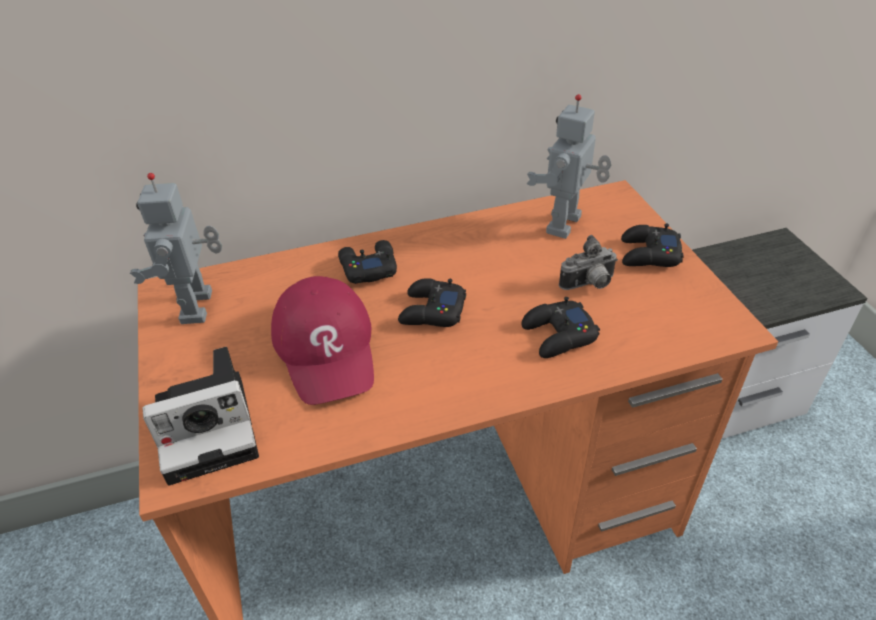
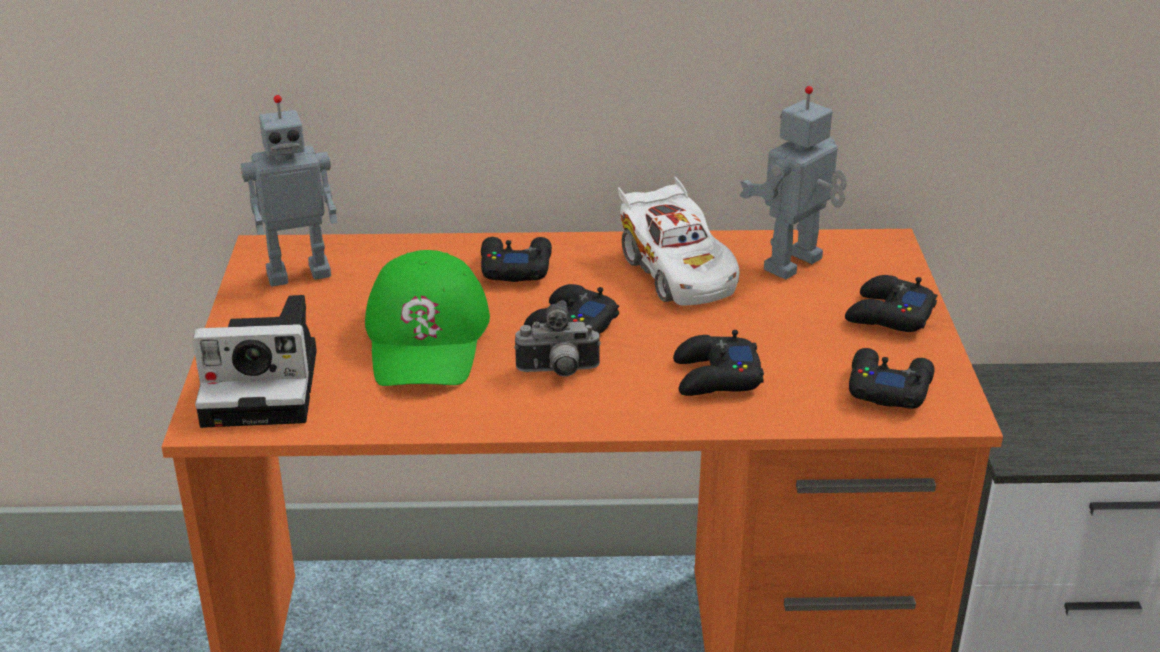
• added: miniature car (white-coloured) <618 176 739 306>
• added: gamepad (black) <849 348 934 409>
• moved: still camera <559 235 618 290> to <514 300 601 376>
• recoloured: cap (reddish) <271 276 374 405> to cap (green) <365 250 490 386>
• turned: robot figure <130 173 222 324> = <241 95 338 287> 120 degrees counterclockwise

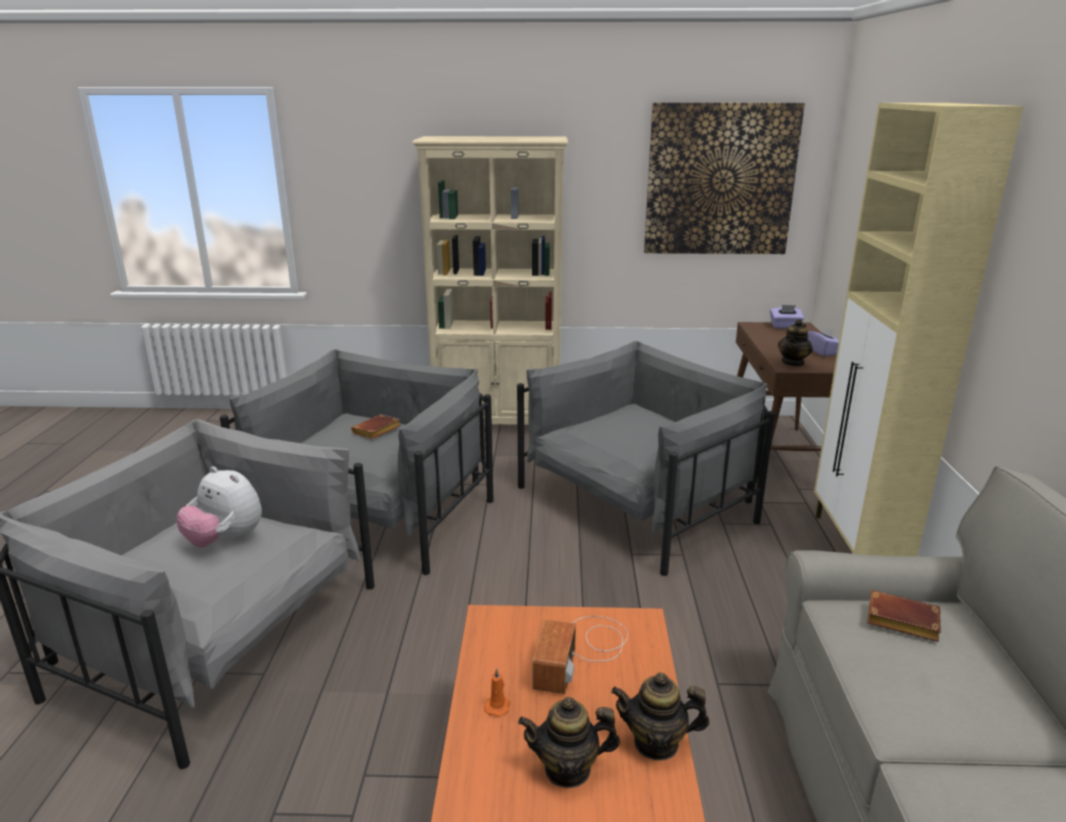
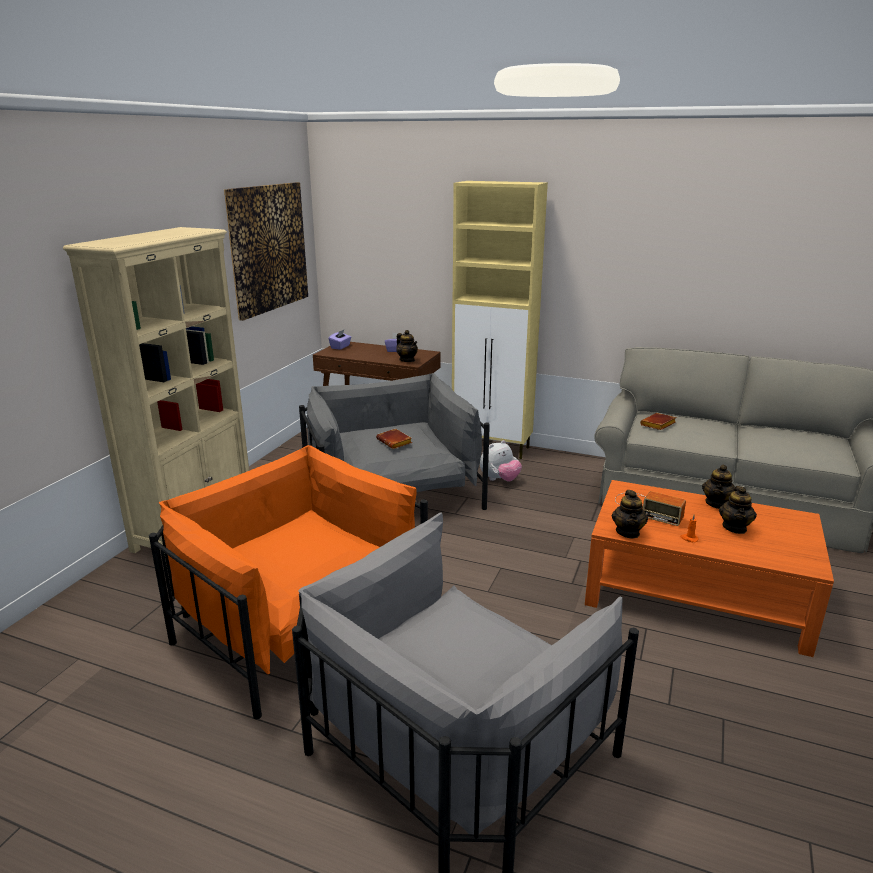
• added: tea pot <612 490 648 538>
• moved: cuddly toy <176 466 262 547> to <480 440 522 482>
• moved: volume (brown) <351 414 401 439> to <376 428 412 449>
• recoloured: lounge chair (grey) <220 349 494 575> to lounge chair (orange) <149 445 428 719>

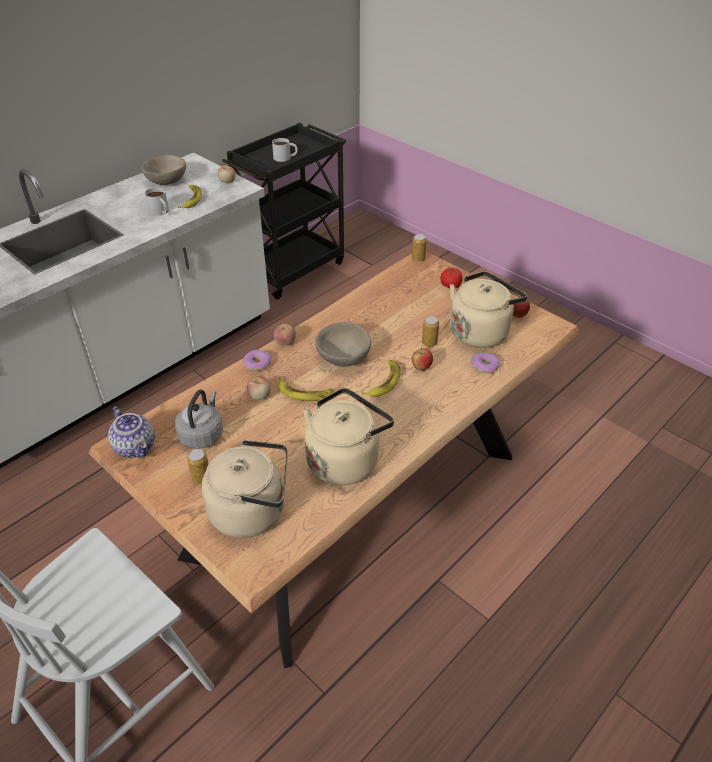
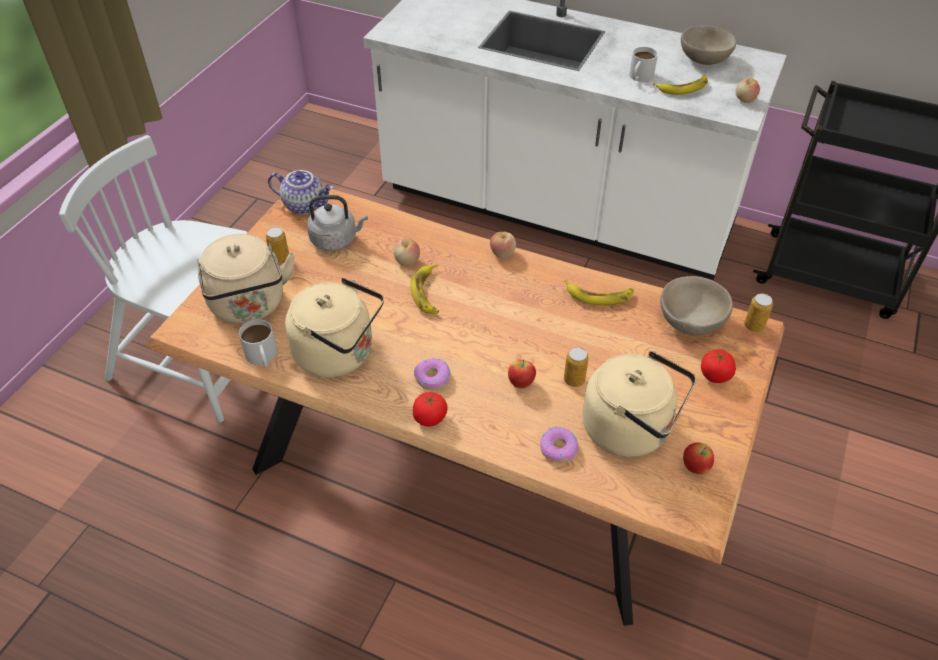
• added: fresh tomato <413 392 448 427>
• moved: donut <243 350 272 371> to <414 358 451 390>
• moved: mug (white-coloured) <272 138 297 162> to <239 319 277 368>
• moved: deep dish (sand-coloured) <315 322 371 367> to <660 276 733 335>
• moved: banana fruit <362 360 401 397> to <565 280 634 305>
• turned: tea pot <108 406 155 458> = <268 170 334 214> 105 degrees counterclockwise

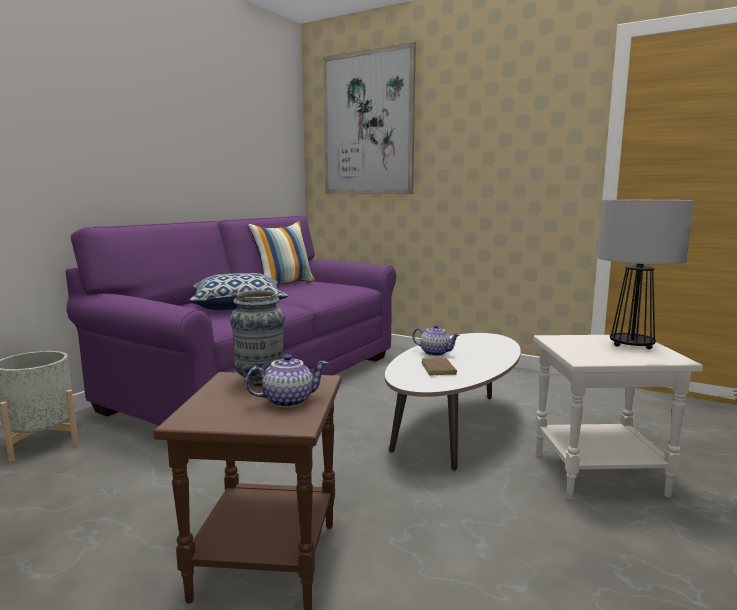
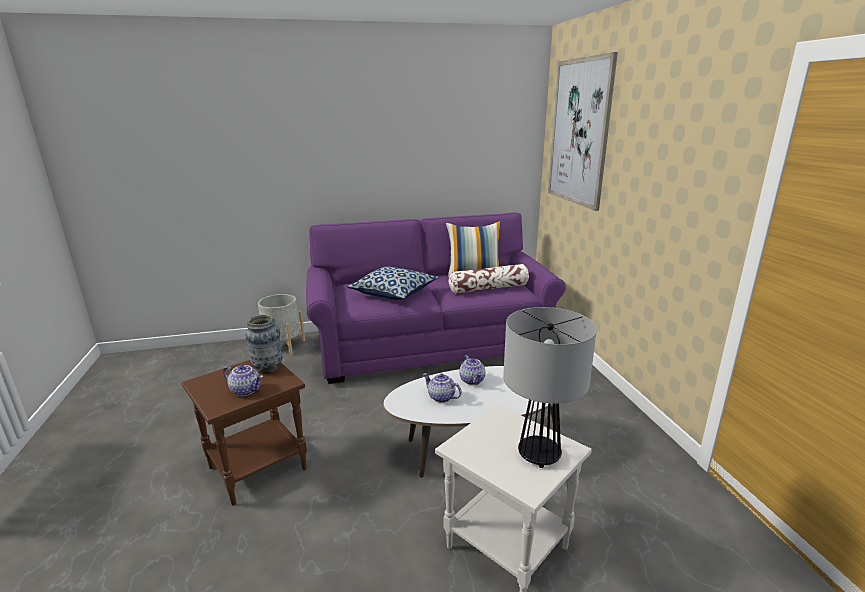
• added: cushion <449 264 529 294>
• replaced: volume (brown) <422 357 457 375> to tea pot <423 373 462 403>

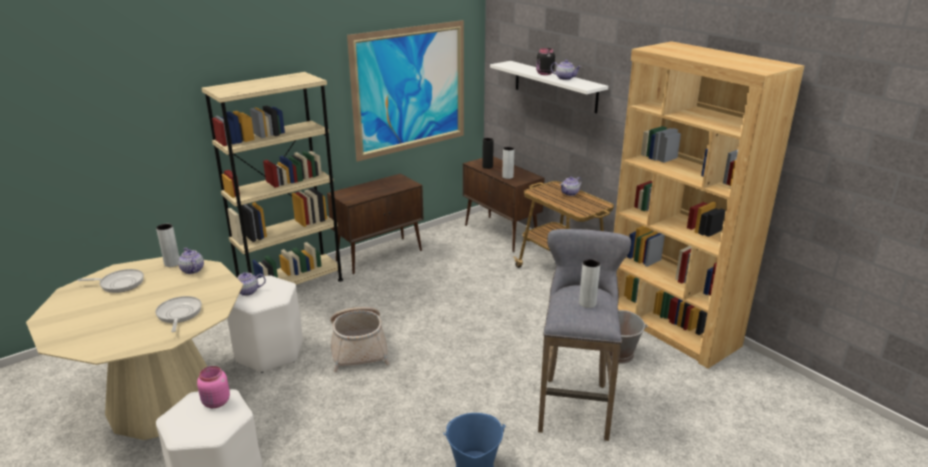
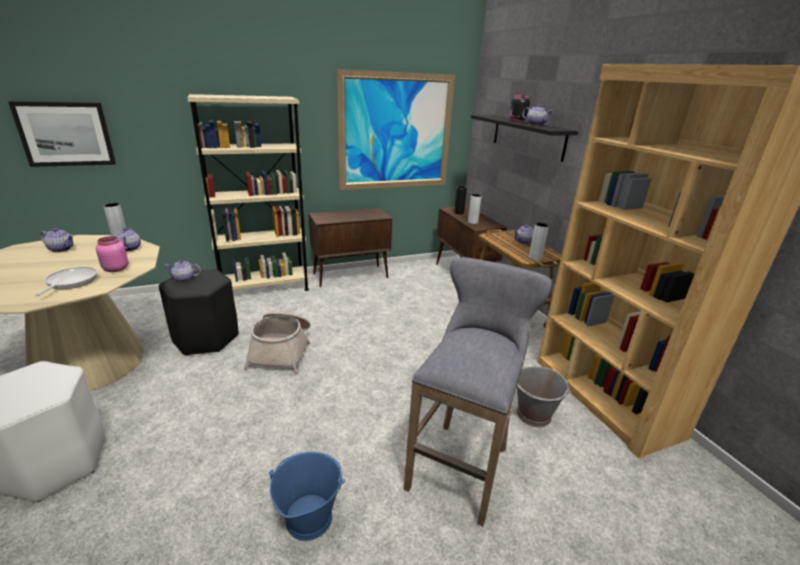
• added: picture <8 101 116 167>
• moved: storage jar (pink-coloured) <197 366 230 408> to <96 236 128 272>
• moved: decorative vase (grey) <579 259 600 308> to <529 223 549 261>
• replaced: frying pan <78 269 144 293> to tea pot <40 228 74 252>
• recoloured: stool seat (white-coloured) <227 275 303 373> to stool seat (black) <159 269 238 356>
• recoloured: shelf (white-coloured) <490 61 608 114> to shelf (black) <471 115 578 162>

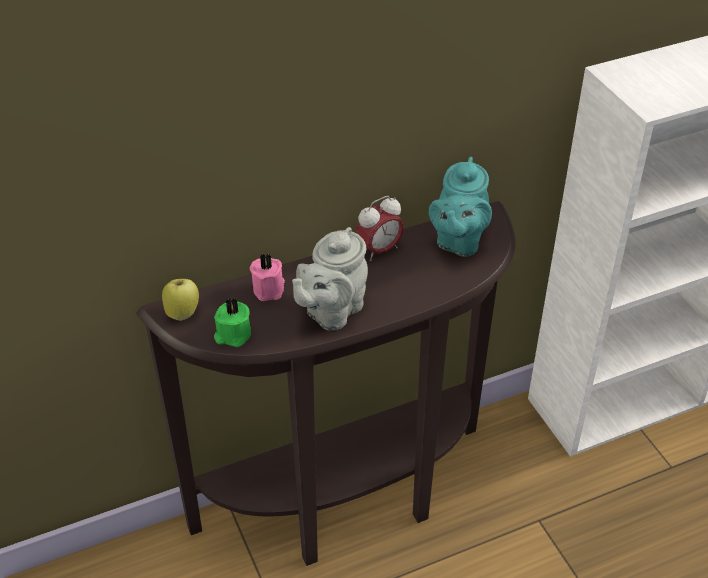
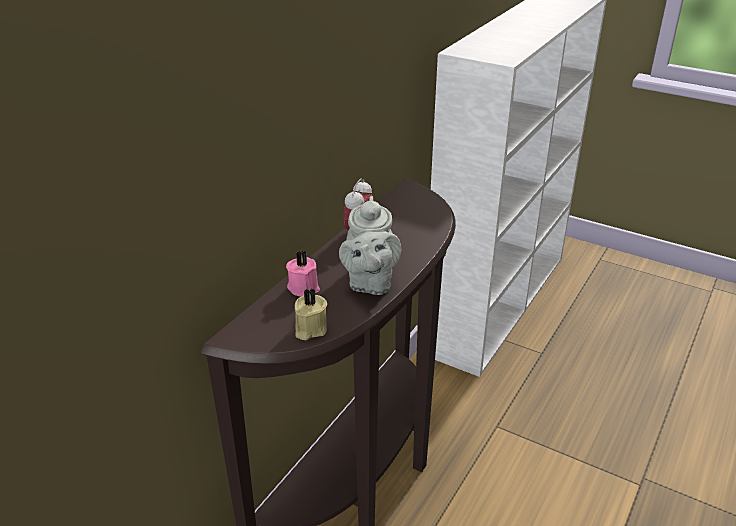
• removed: apple <162 279 199 321>
• removed: tea pot (blue-green) <429 157 492 257>
• recoloured: wax light (green) <214 298 251 347> to wax light (sand-coloured) <295 288 327 340>

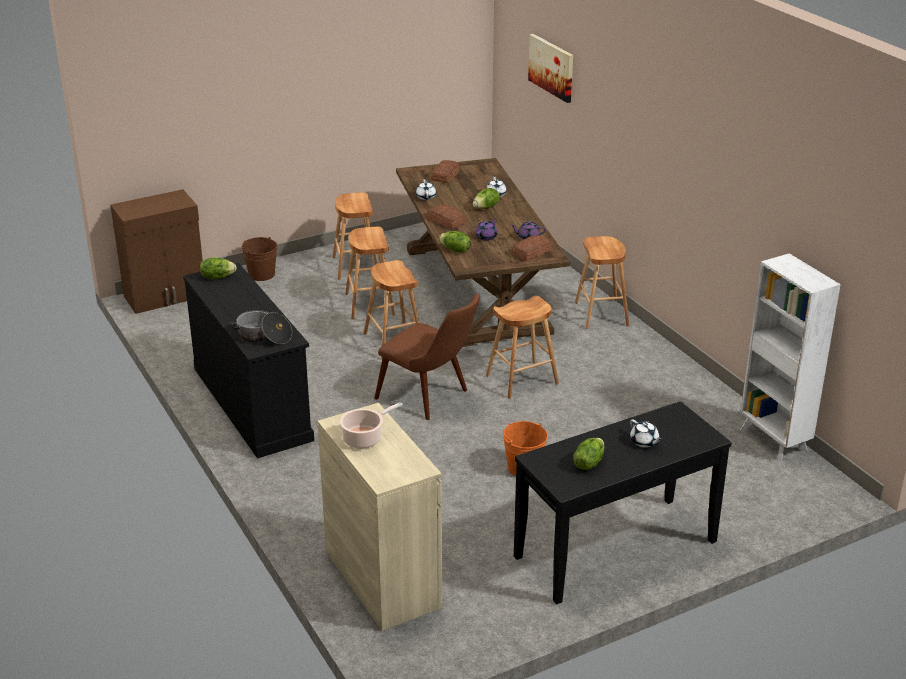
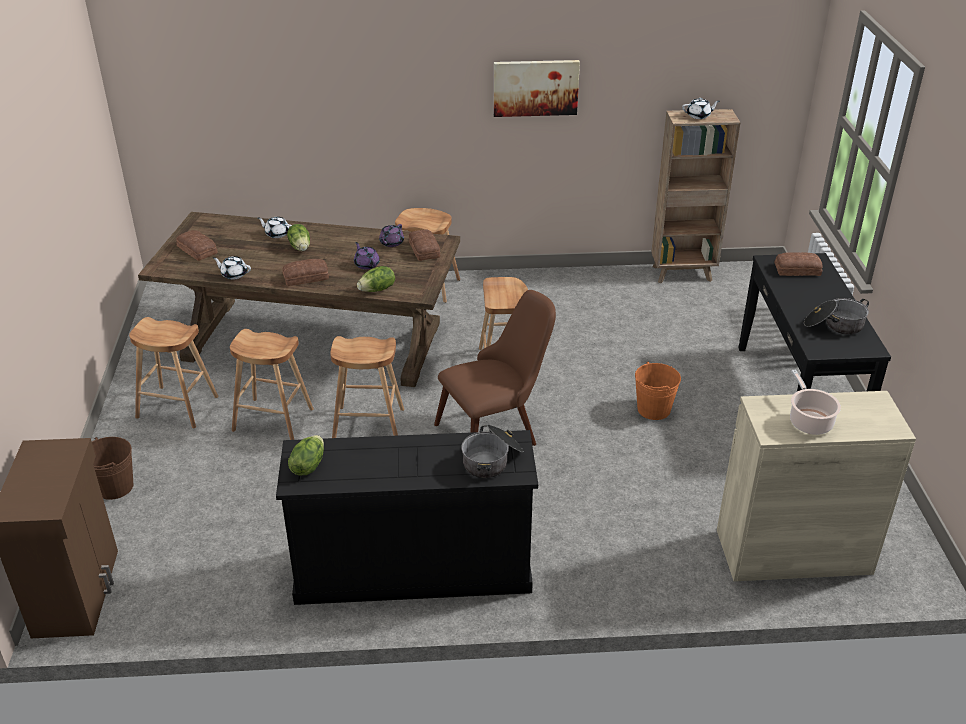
• added: baked bread <775 252 823 276>
• moved: picture <528 34 573 103> to <494 60 580 117>
• moved: tea pot (white-coloured) <630 419 662 448> to <682 98 719 119>
• replaced: head of lettuce <573 438 604 470> to stockpot <804 298 869 335>
• recoloured: bookshelf (white-coloured) <740 253 841 461> to bookshelf (brown) <651 109 741 283>

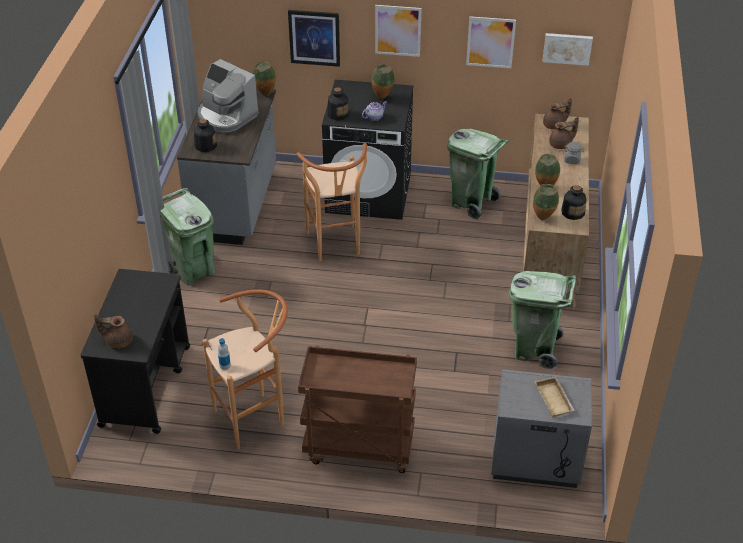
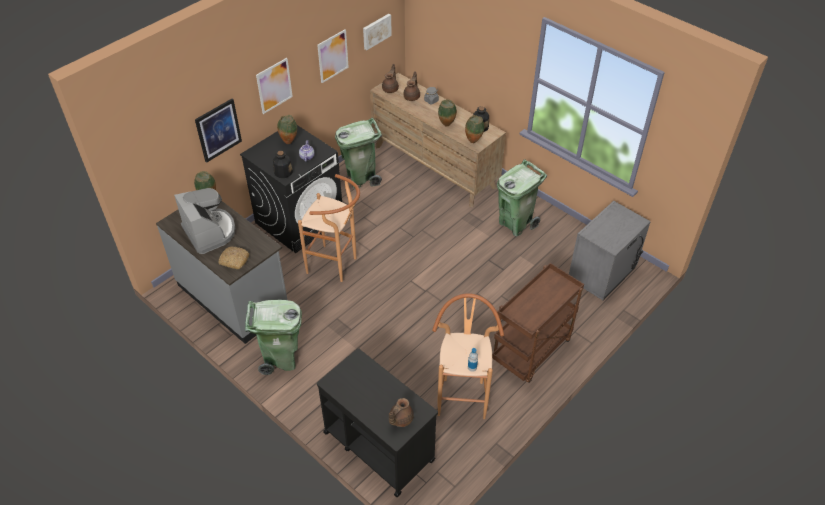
• removed: serving tray (sand-coloured) <534 377 575 418>
• replaced: beverage bottle <194 119 217 152> to baked bread <219 247 249 269>
• turned: coffee brewer <198 59 259 133> = <174 188 235 254> 105 degrees counterclockwise

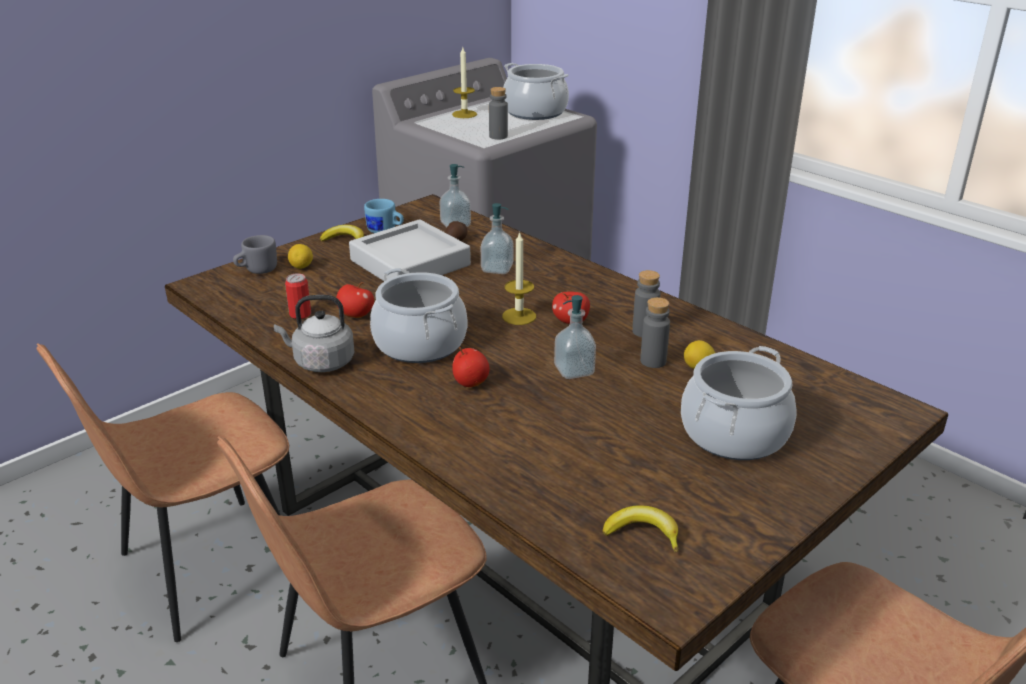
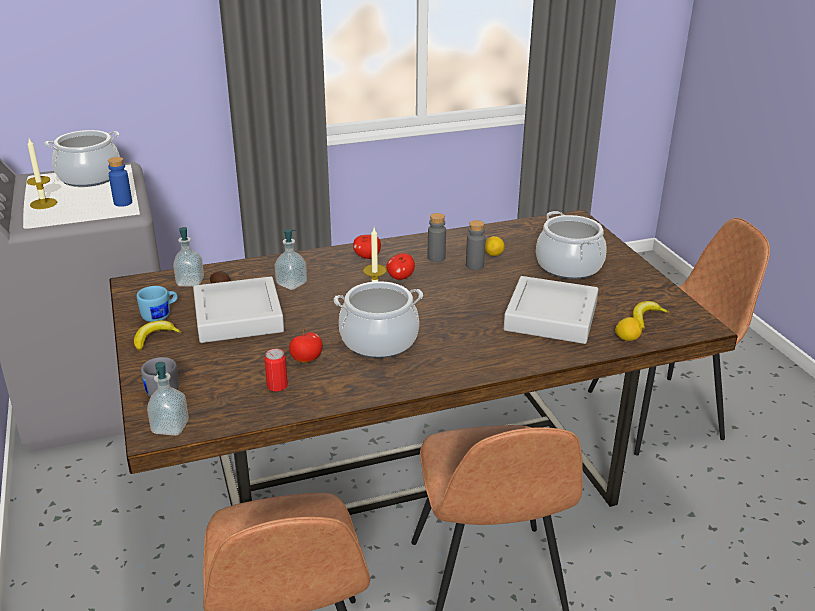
• removed: tea kettle (grey) <274 295 355 372>
• added: serving tray (grey) <504 276 599 344>
• moved: lemon <288 244 313 269> to <615 317 642 341>
• moved: apple <452 347 489 387> to <353 235 381 259>
• moved: soap bottle <554 295 596 379> to <147 362 189 436>
• recoloured: beverage bottle (grey) <489 87 508 140> to beverage bottle (bluish) <108 157 132 207>

